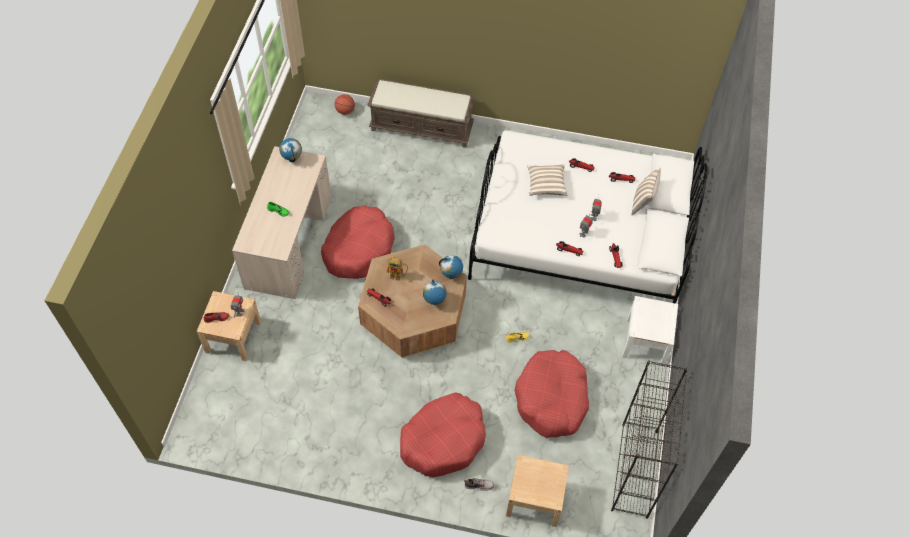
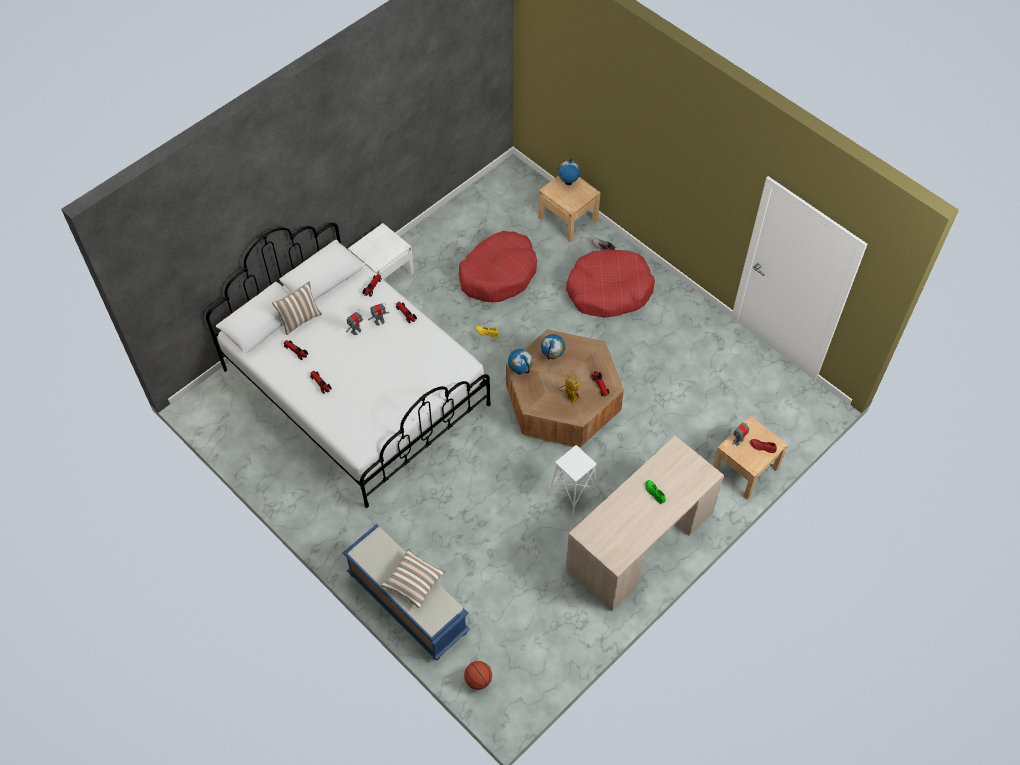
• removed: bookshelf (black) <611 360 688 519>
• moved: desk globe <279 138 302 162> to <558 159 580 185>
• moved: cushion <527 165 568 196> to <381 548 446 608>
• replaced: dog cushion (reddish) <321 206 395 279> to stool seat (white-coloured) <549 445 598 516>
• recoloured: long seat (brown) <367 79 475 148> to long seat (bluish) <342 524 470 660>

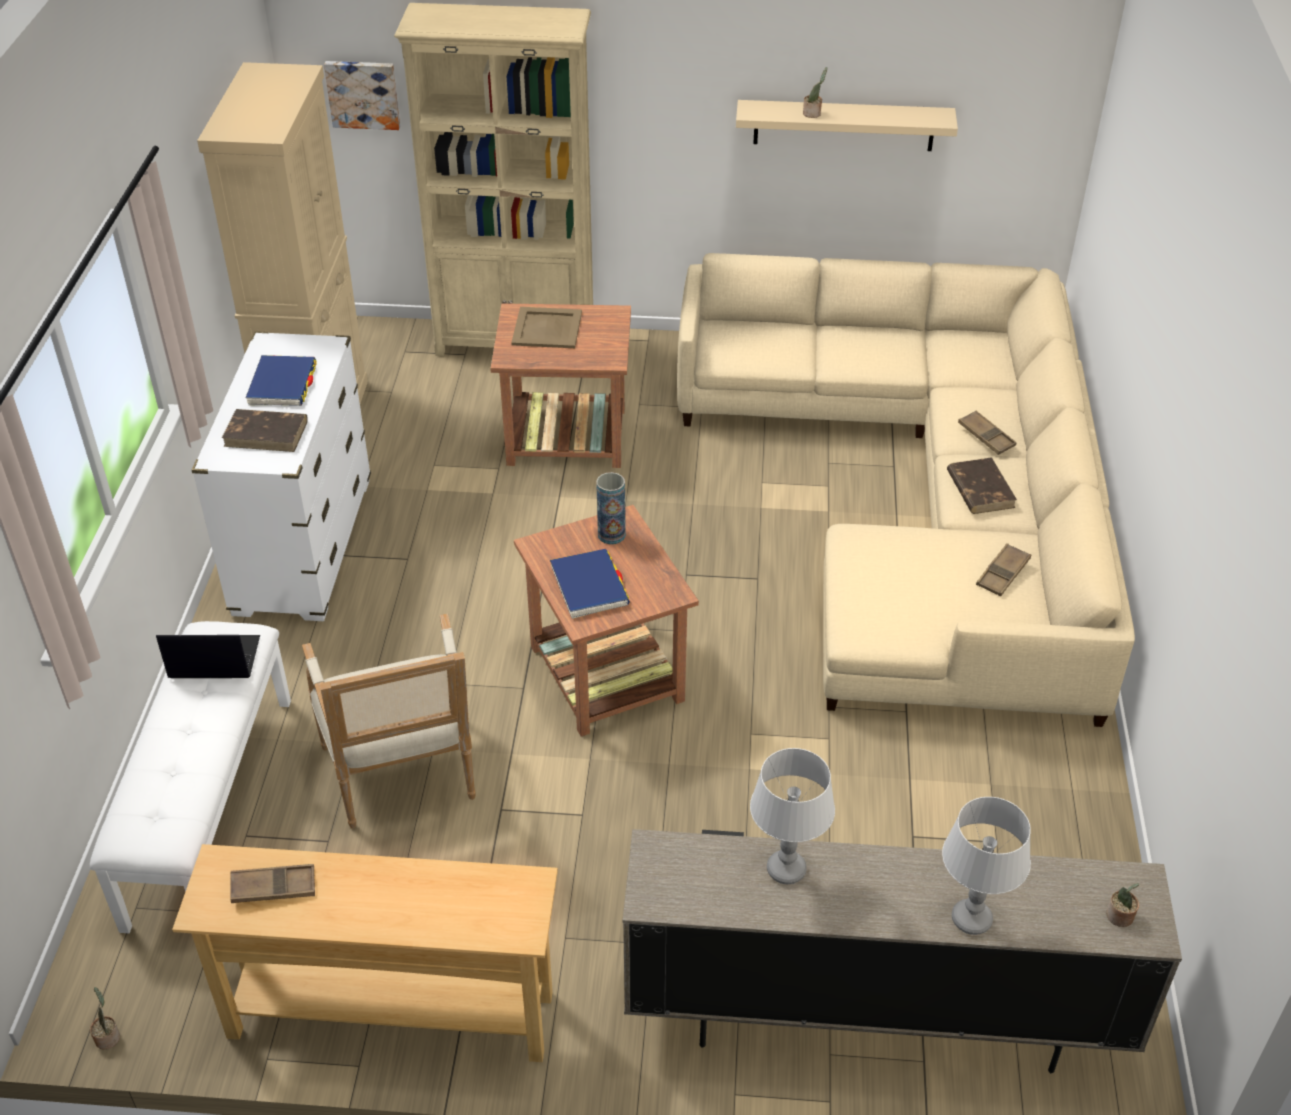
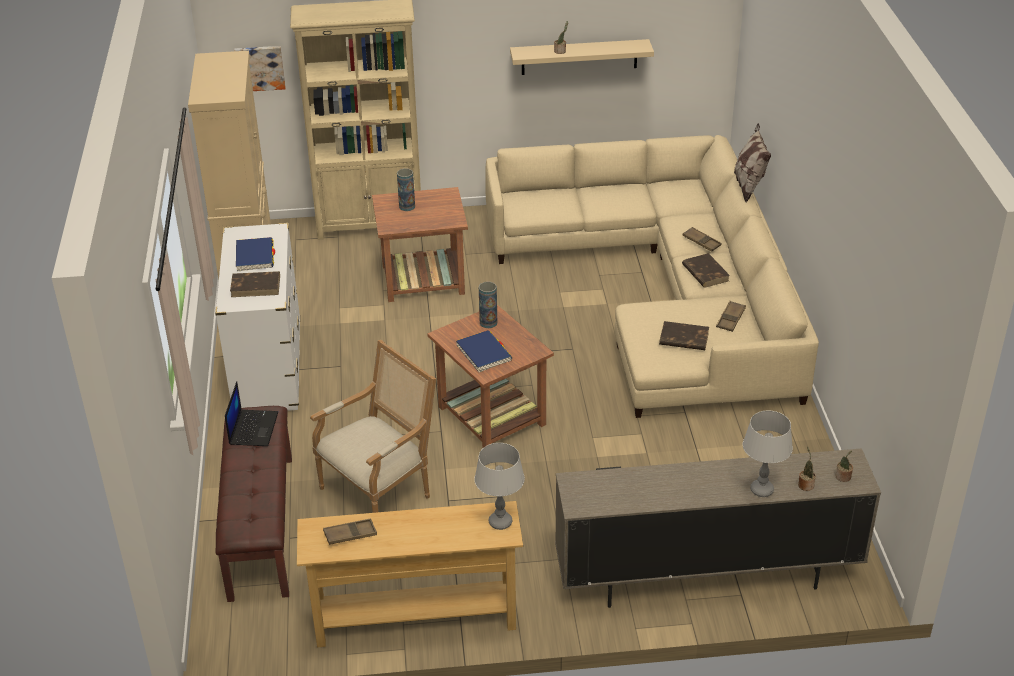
• added: volume (brown) <659 321 709 350>
• added: cushion <734 123 771 202>
• moved: potted plant <90 987 120 1050> to <798 447 816 491>
• moved: lamp for a table (grey) <750 748 835 884> to <474 443 525 530>
• replaced: serving tray (sand-coloured) <511 307 582 348> to decorative vase <397 168 415 211>
• recoloured: long seat (white-coloured) <90 621 291 933> to long seat (brown) <216 406 292 602>
• turned: portable computer <156 635 260 678> = <225 382 278 446> 105 degrees clockwise
• turned: lounge chair <302 614 475 828> = <310 340 436 513> 105 degrees counterclockwise

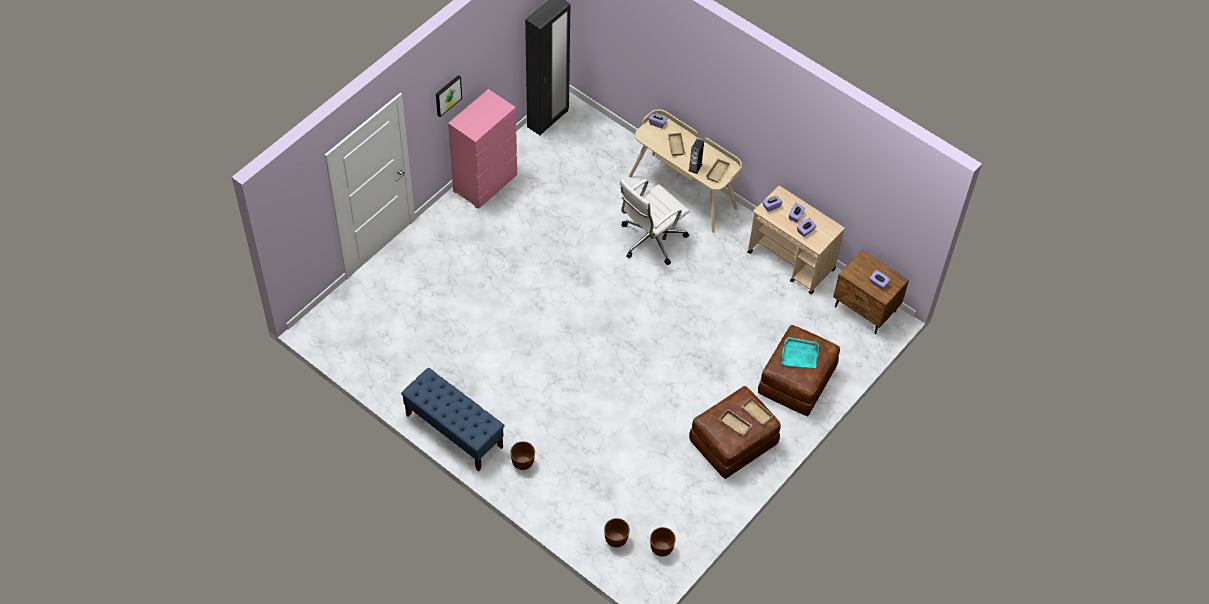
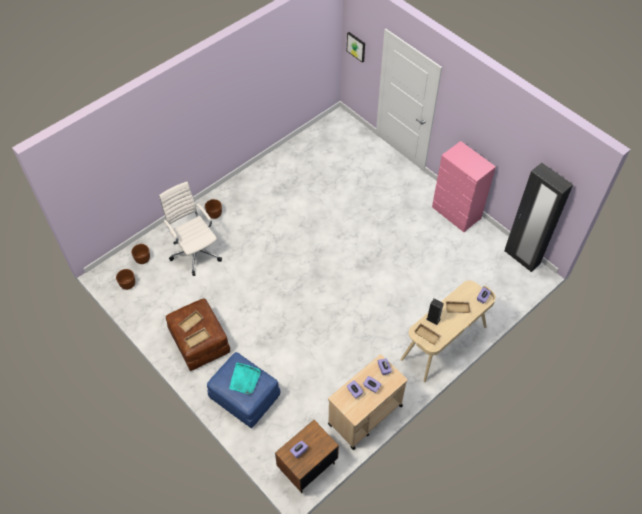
• removed: long seat (bluish) <401 368 505 471>
• moved: picture <436 75 462 117> to <347 32 365 63>
• moved: office chair (white-coloured) <619 179 689 265> to <159 182 222 276>
• recoloured: ottoman (brown) <758 325 840 416> to ottoman (bluish) <207 352 280 428>

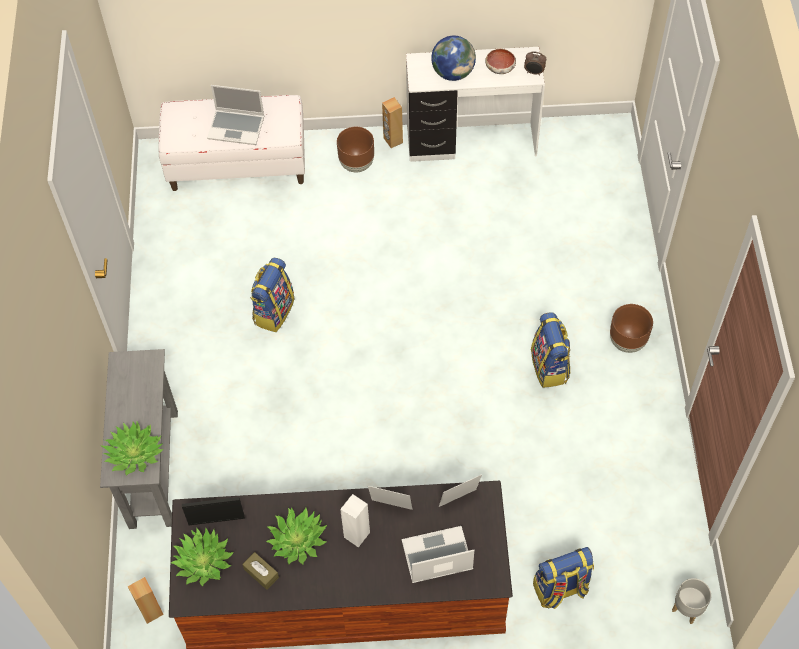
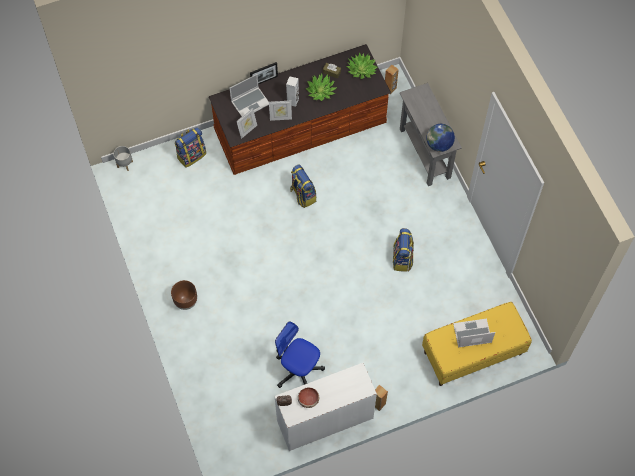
• removed: potted plant <102 422 164 476>
• removed: flower pot (brown) <337 127 374 172>
• added: office chair <275 321 325 388>
• moved: photo frame <182 497 245 525> to <250 62 278 84>
• moved: desk globe <431 36 476 81> to <426 124 455 152>
• moved: backpack <531 313 570 388> to <290 164 316 208>
• recoloured: long seat (white-coloured) <158 95 305 191> to long seat (yellowish) <422 302 532 386>

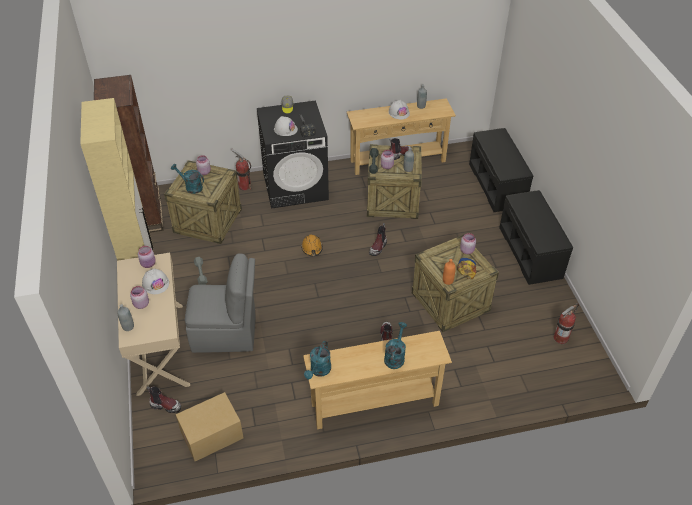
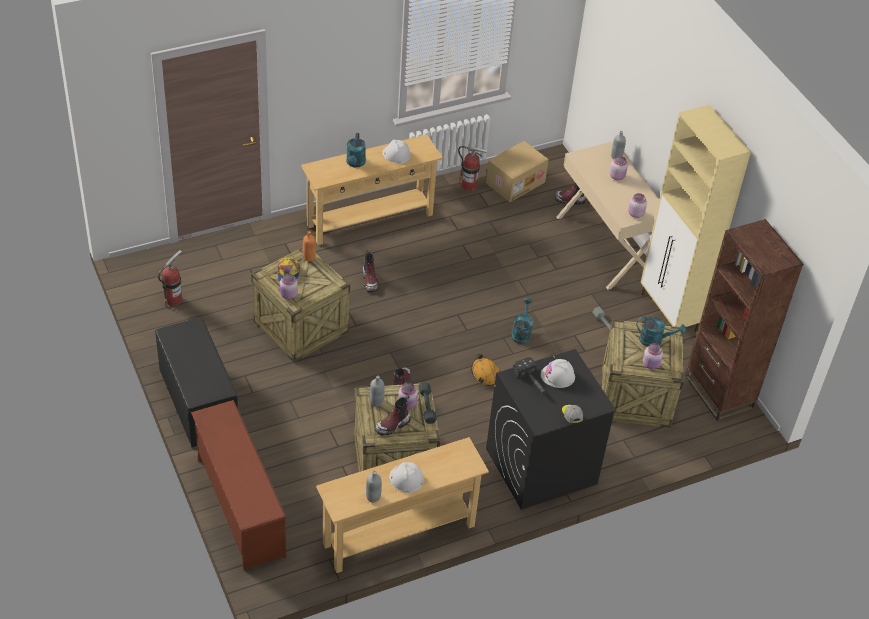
• removed: chair (grey) <185 254 256 353>
• moved: safety helmet (white-coloured) <142 268 169 294> to <382 140 411 164>
• moved: fire-fighting cylinder <231 149 251 190> to <458 146 487 191>
• moved: watering can (blue-green) <304 341 331 379> to <511 298 533 344>
• replaced: long seat (black) <469 128 533 212> to shoe shelf (brown) <191 400 287 569>

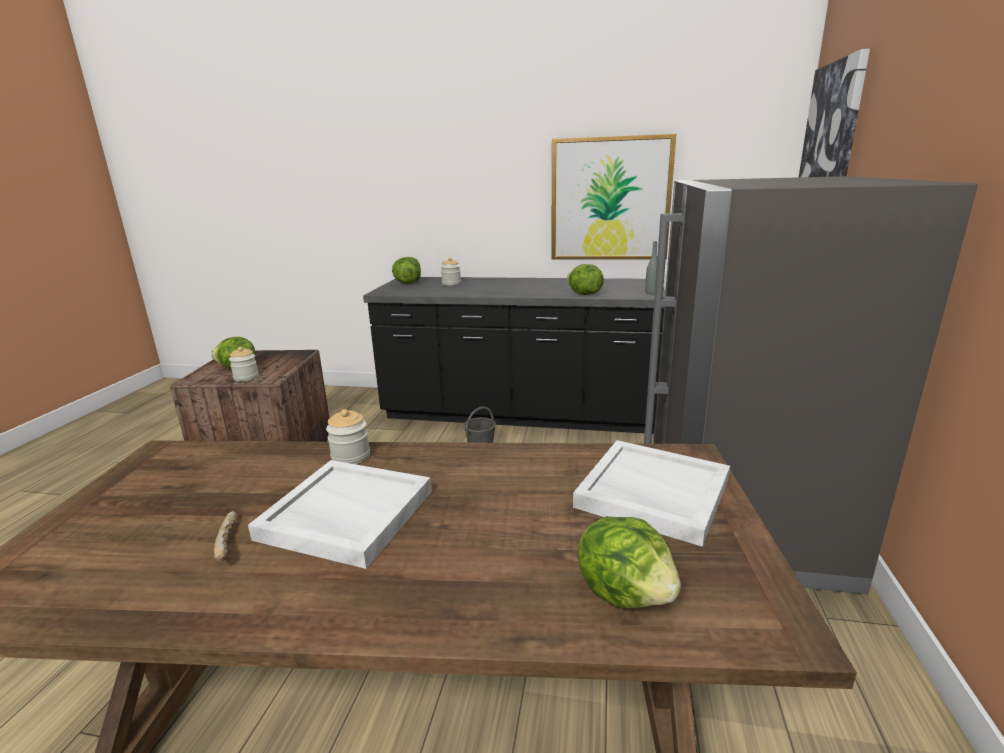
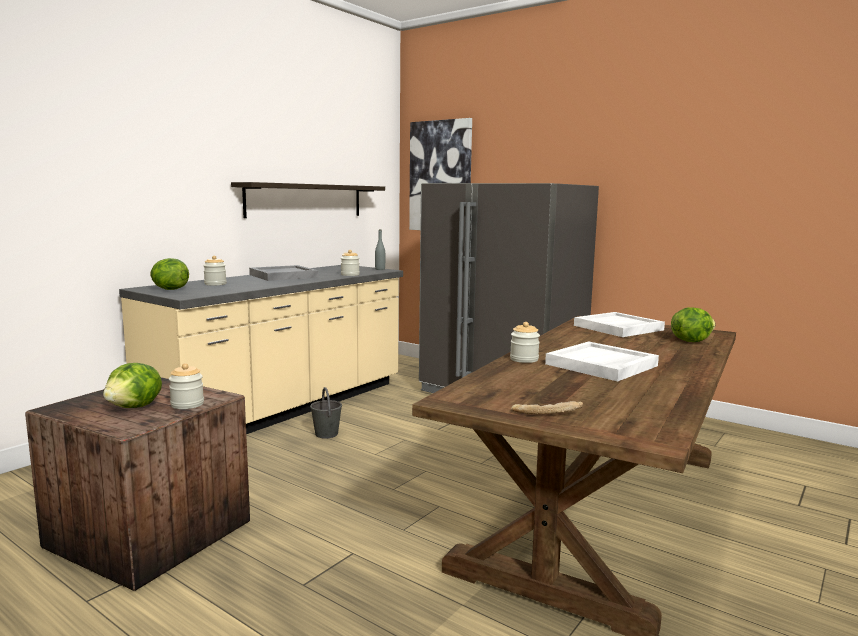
• added: serving tray (grey) <249 265 319 281>
• moved: baked bread <214 511 237 562> to <511 401 583 414>
• replaced: picture <551 134 676 260> to shelf <231 182 385 218>
• replaced: head of lettuce <567 264 604 295> to storage jar <341 250 360 276>
• recoloured: kitchen base unit (black) <363 277 665 434> to kitchen base unit (sand-coloured) <119 265 403 434>

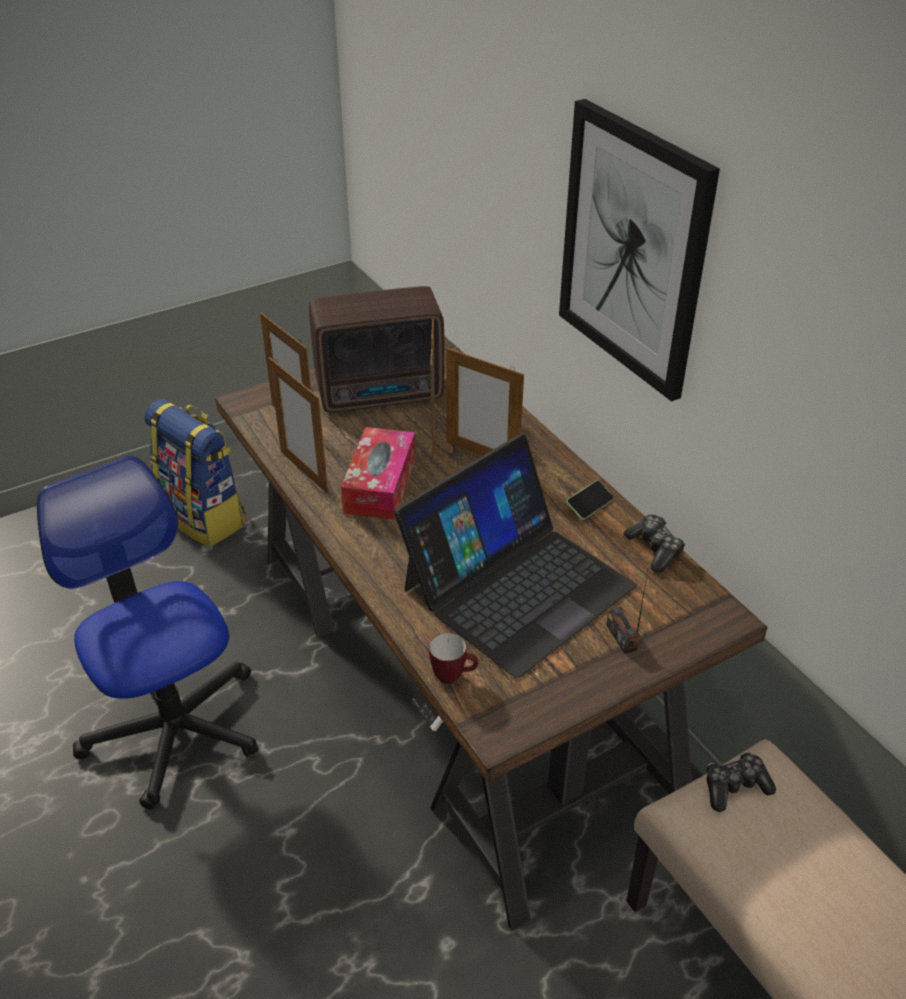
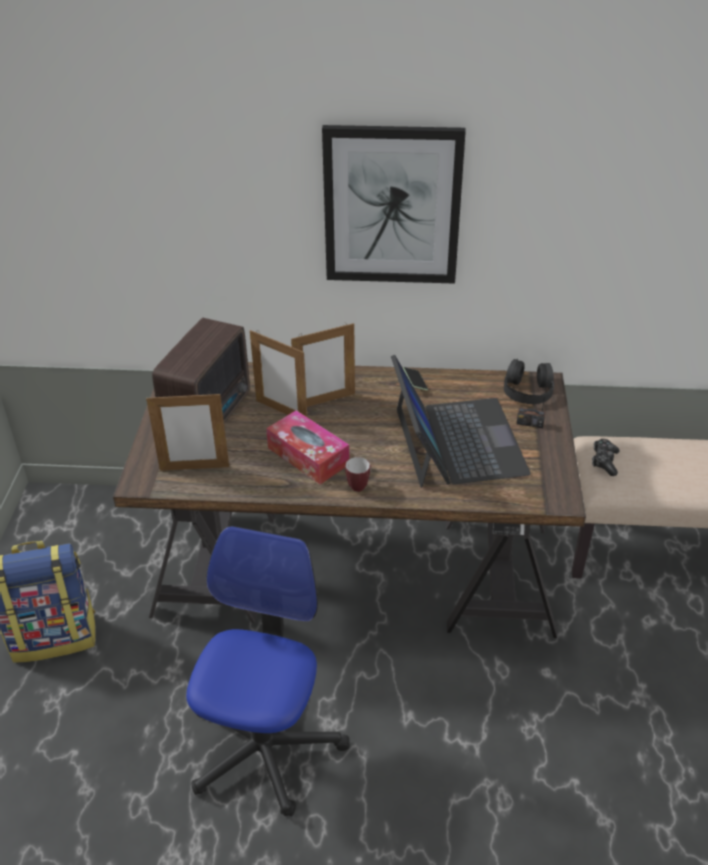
• removed: photo frame <268 357 328 494>
• removed: gamepad <624 515 685 573>
• added: pair of headphones (black) <504 359 554 404>
• moved: mug <429 633 478 684> to <345 457 371 492>
• turned: office chair <37 456 259 810> = <186 526 350 817> 105 degrees clockwise

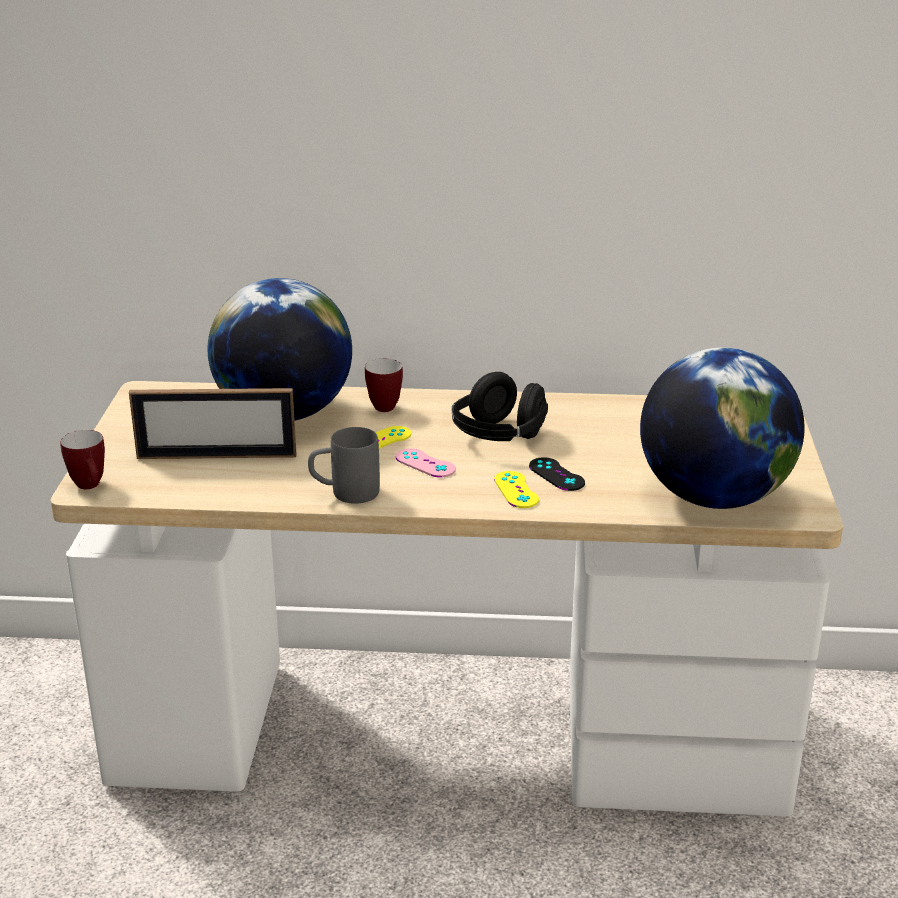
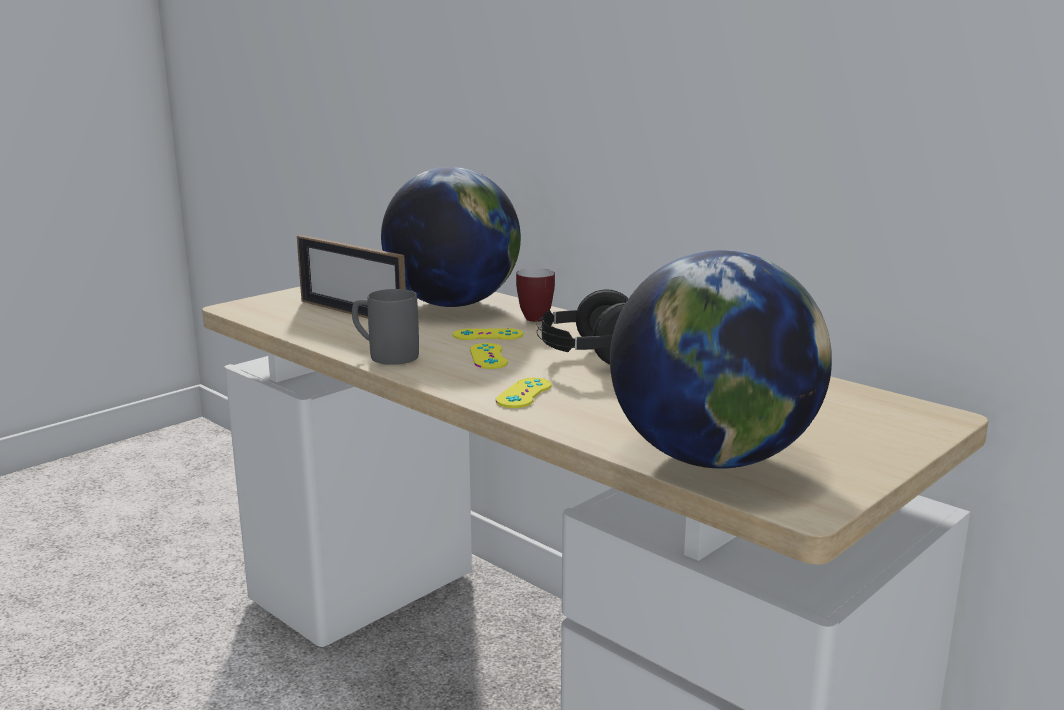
• removed: mug <60 430 105 489>
• removed: gamepad (black) <529 457 585 491>
• recoloured: gamepad (pink-coloured) <396 448 456 477> to gamepad (yellowish) <470 343 508 369>

